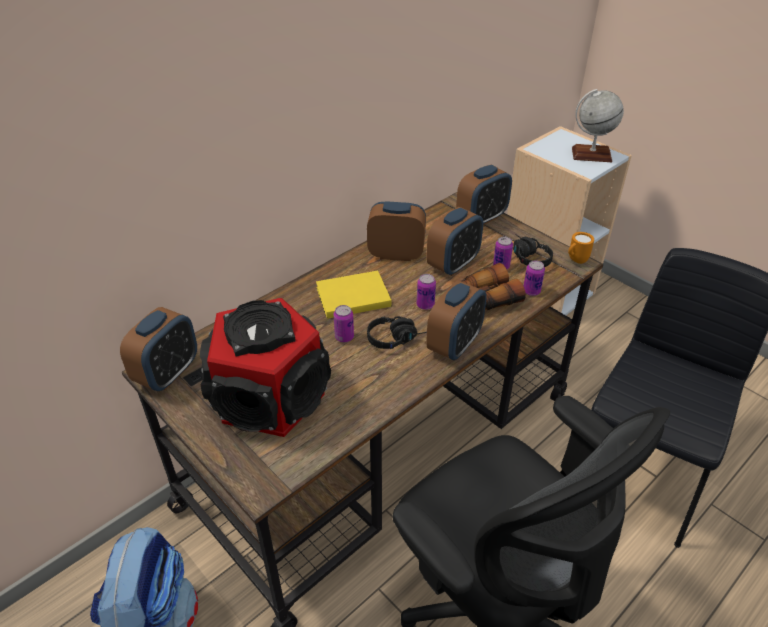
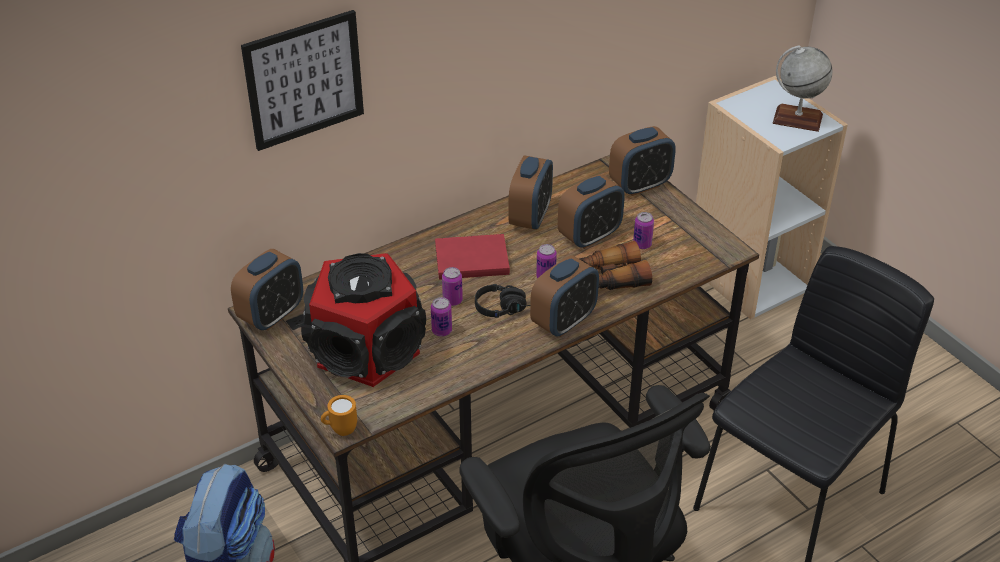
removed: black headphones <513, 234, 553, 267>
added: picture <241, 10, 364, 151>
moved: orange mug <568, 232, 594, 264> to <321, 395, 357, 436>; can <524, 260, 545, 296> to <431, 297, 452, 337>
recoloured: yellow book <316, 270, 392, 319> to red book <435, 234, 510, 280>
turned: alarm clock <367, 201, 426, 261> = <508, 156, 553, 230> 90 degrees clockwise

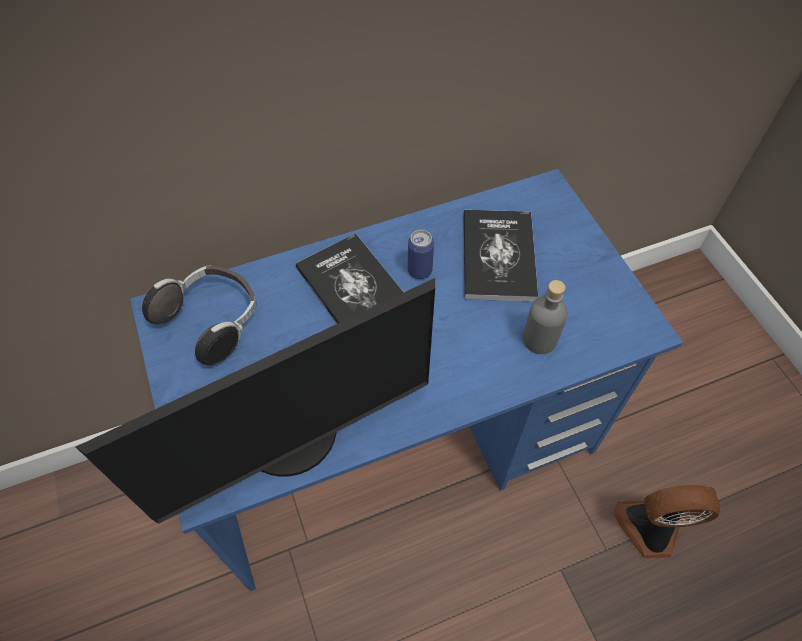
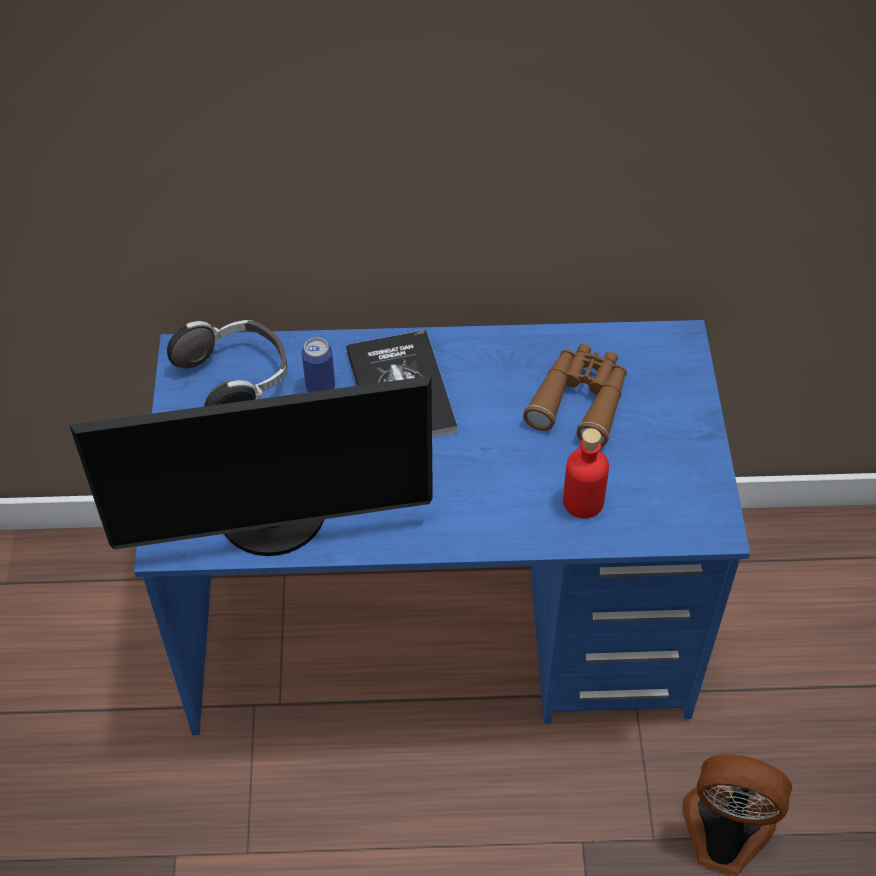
moved: can <408, 230, 434, 279> to <302, 338, 335, 392>
replaced: book <464, 210, 538, 302> to brown binoculars <523, 344, 627, 447>
recoloured: grey bottle <523, 280, 568, 354> to red bottle <563, 428, 609, 519>

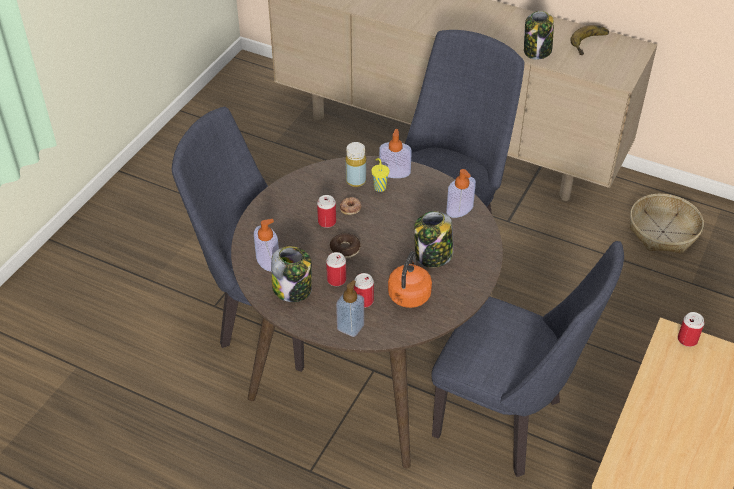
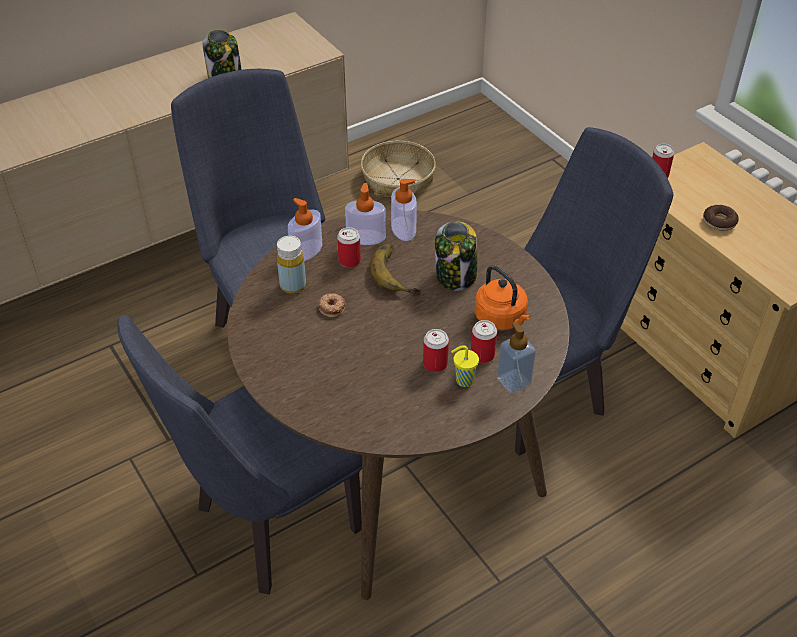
removed: jar <271, 246, 312, 302>
moved: banana <570, 25, 609, 55> to <370, 244, 421, 296>; yellow cup <371, 158, 389, 192> to <451, 345, 479, 387>; can <317, 195, 336, 228> to <337, 227, 361, 268>; soap dispenser <254, 219, 279, 272> to <345, 183, 386, 245>; donut <330, 233, 361, 258> to <703, 205, 739, 231>

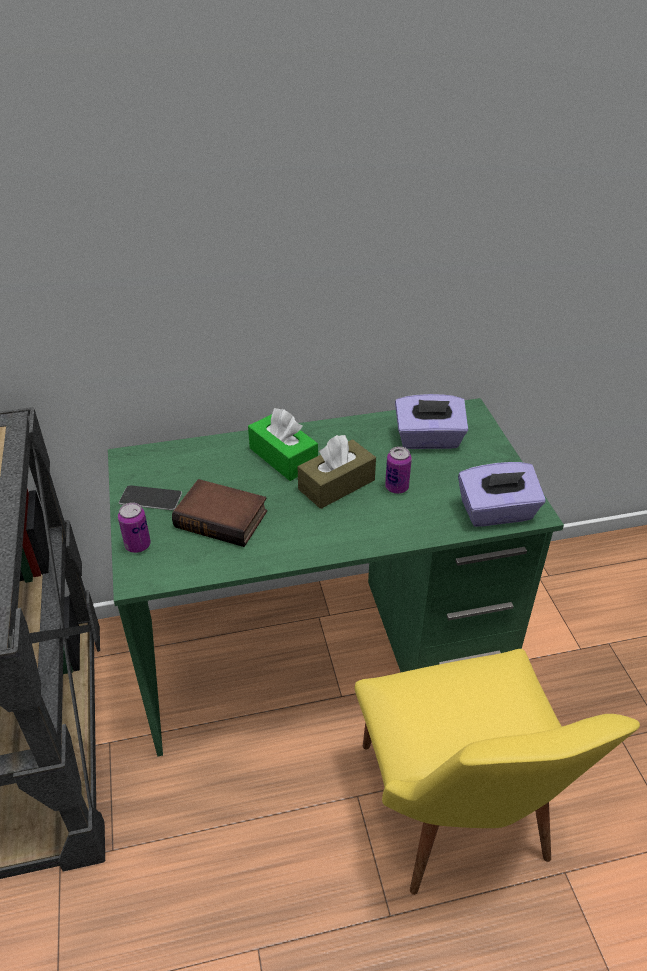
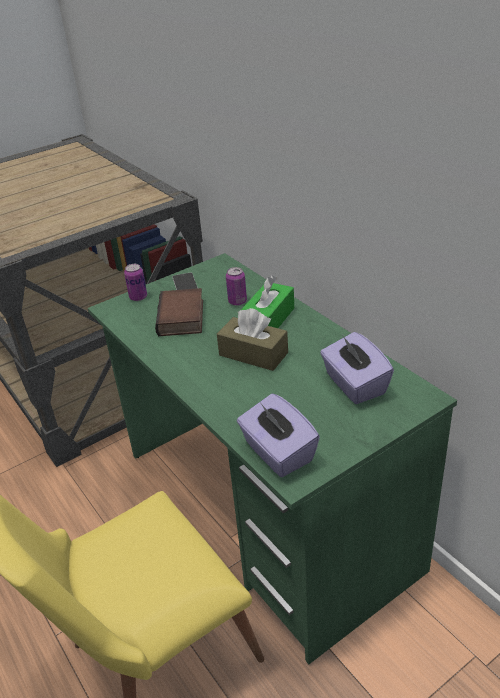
moved: can <385, 446, 412, 494> to <226, 267, 247, 306>

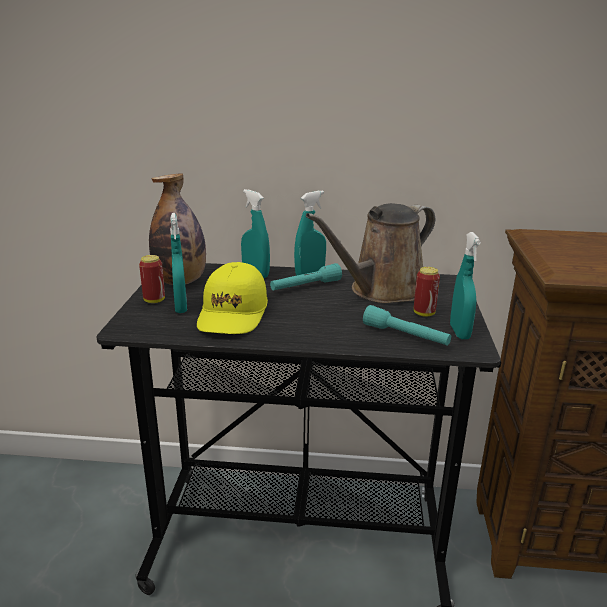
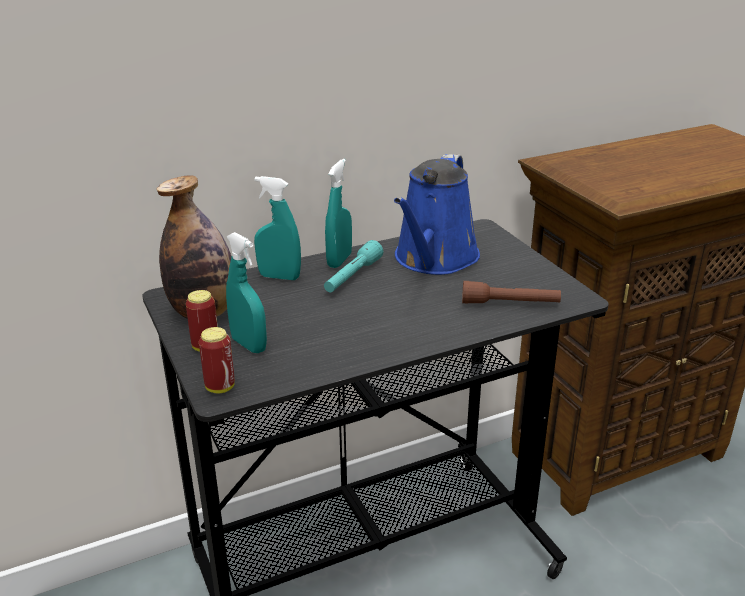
removed: turquoise spray bottle <450, 232, 481, 339>; yellow cap <197, 262, 268, 334>
moved: can <414, 267, 440, 317> to <199, 327, 235, 393>
recoloured: brown watering can <306, 203, 435, 303> to blue watering can <394, 154, 480, 275>; turquoise flashlight <363, 305, 451, 346> to brown flashlight <462, 281, 561, 303>

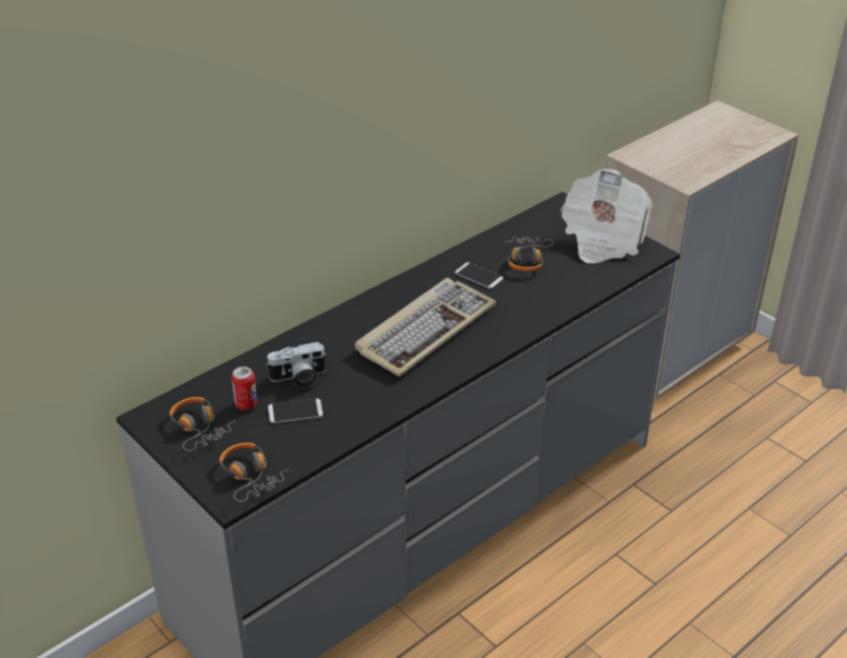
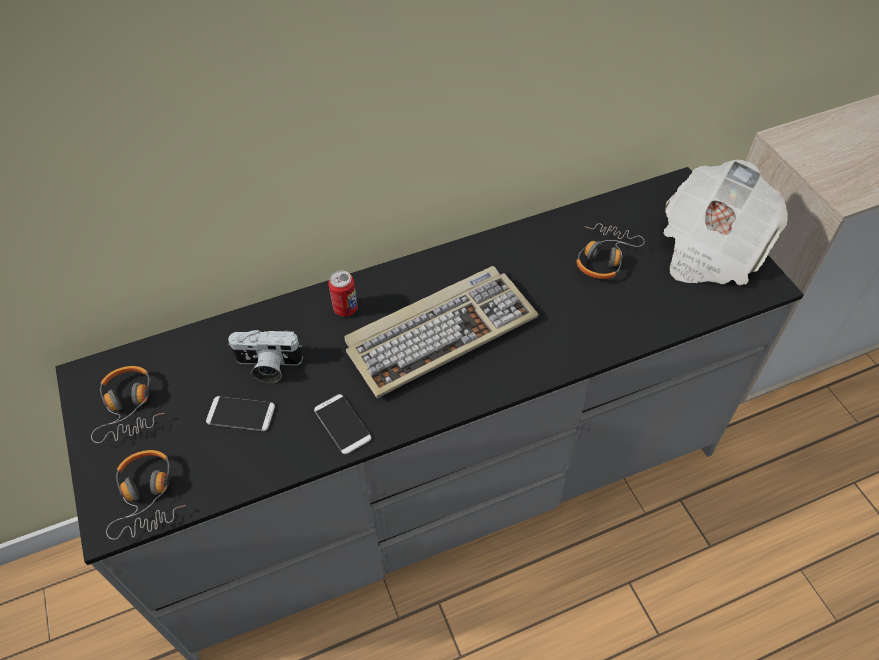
moved: phone <455, 262, 503, 289> to <314, 394, 371, 454>; can <231, 366, 257, 410> to <328, 271, 358, 316>

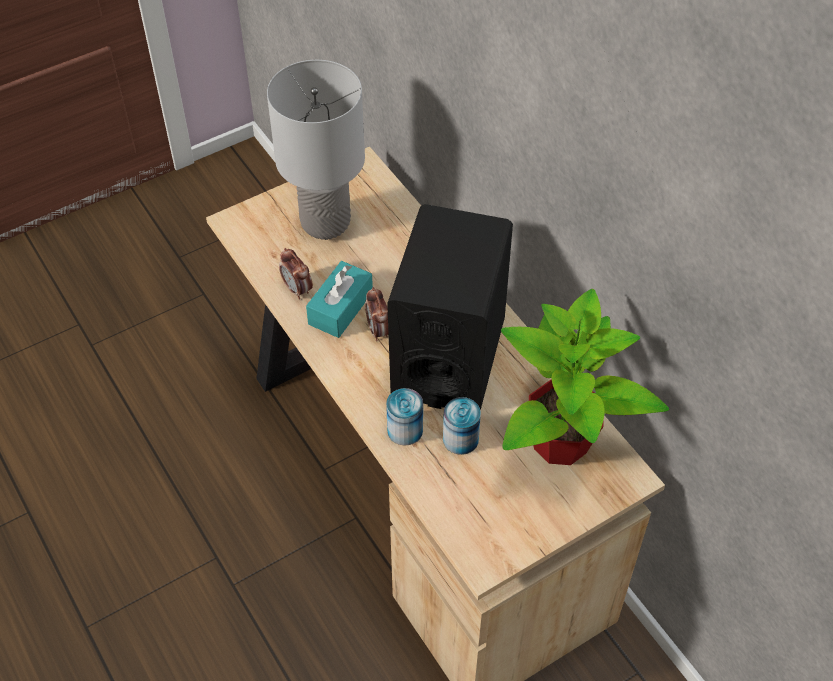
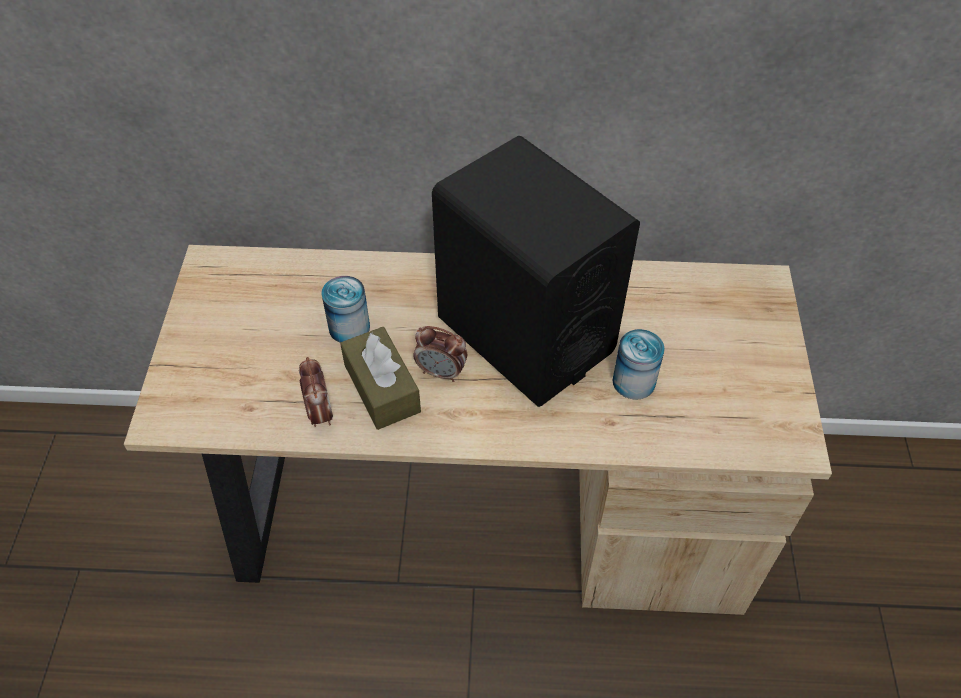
removed: grey table lamp <267, 60, 365, 240>; potted plant <501, 289, 669, 465>
moved: can <386, 388, 423, 446> to <321, 276, 370, 343>
recoloured: turquoise tissue box <306, 261, 373, 338> to brown tissue box <340, 327, 421, 430>
turned: alarm clock <279, 248, 313, 300> = <299, 357, 333, 427> 105 degrees counterclockwise

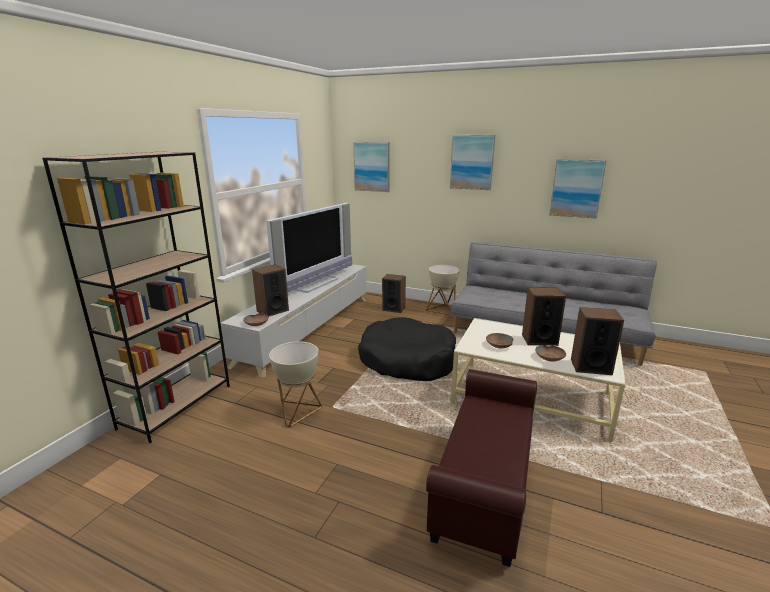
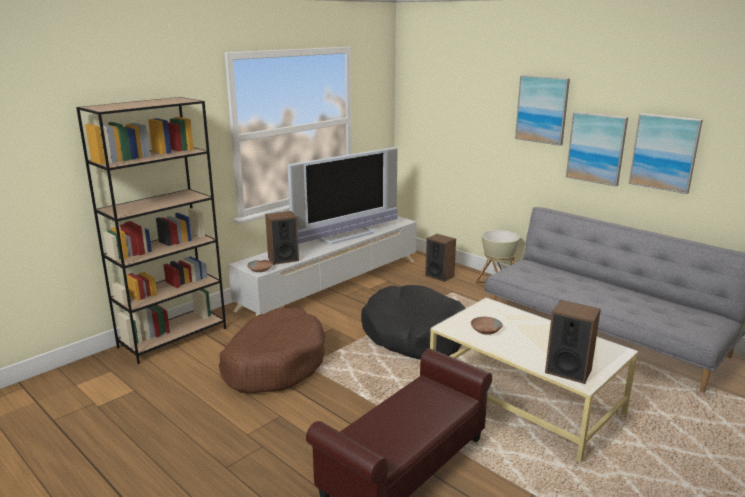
removed: speaker <522, 287, 566, 346>; brown bowl <535, 345, 566, 361>
moved: picture <353, 142, 390, 192> to <566, 112, 628, 187>
replaced: planter <269, 341, 322, 427> to brown dog bed <219, 308, 326, 393>

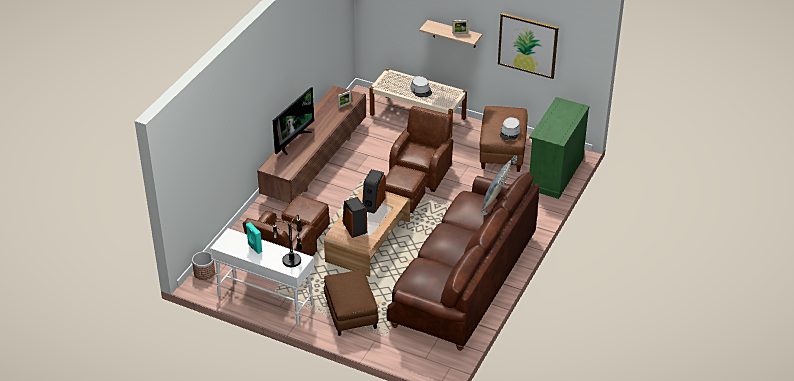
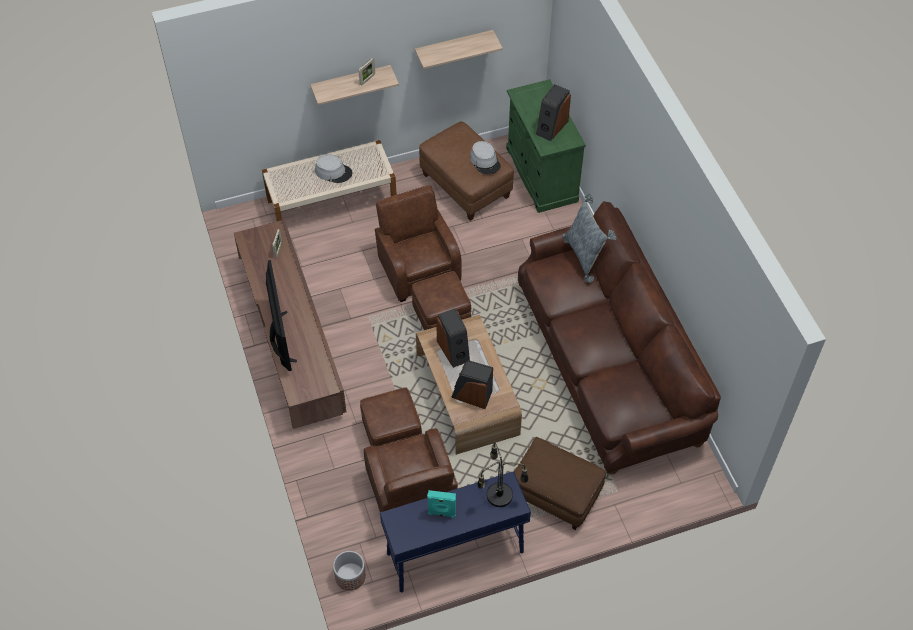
added: speaker <536, 84, 571, 141>
replaced: picture <498, 13, 559, 79> to shelf <415, 30, 503, 69>
recoloured: white console table <210, 228, 314, 325> to blue console table <380, 471, 531, 592>

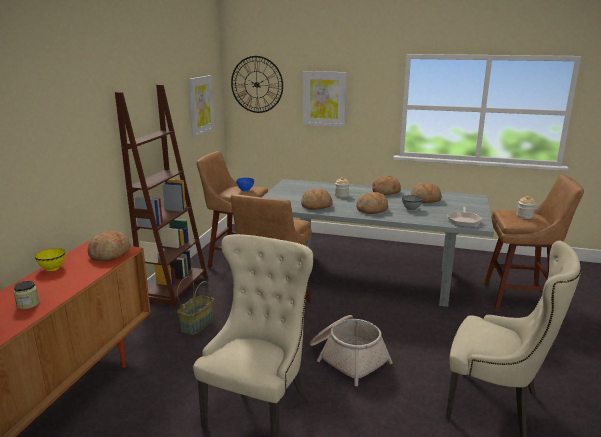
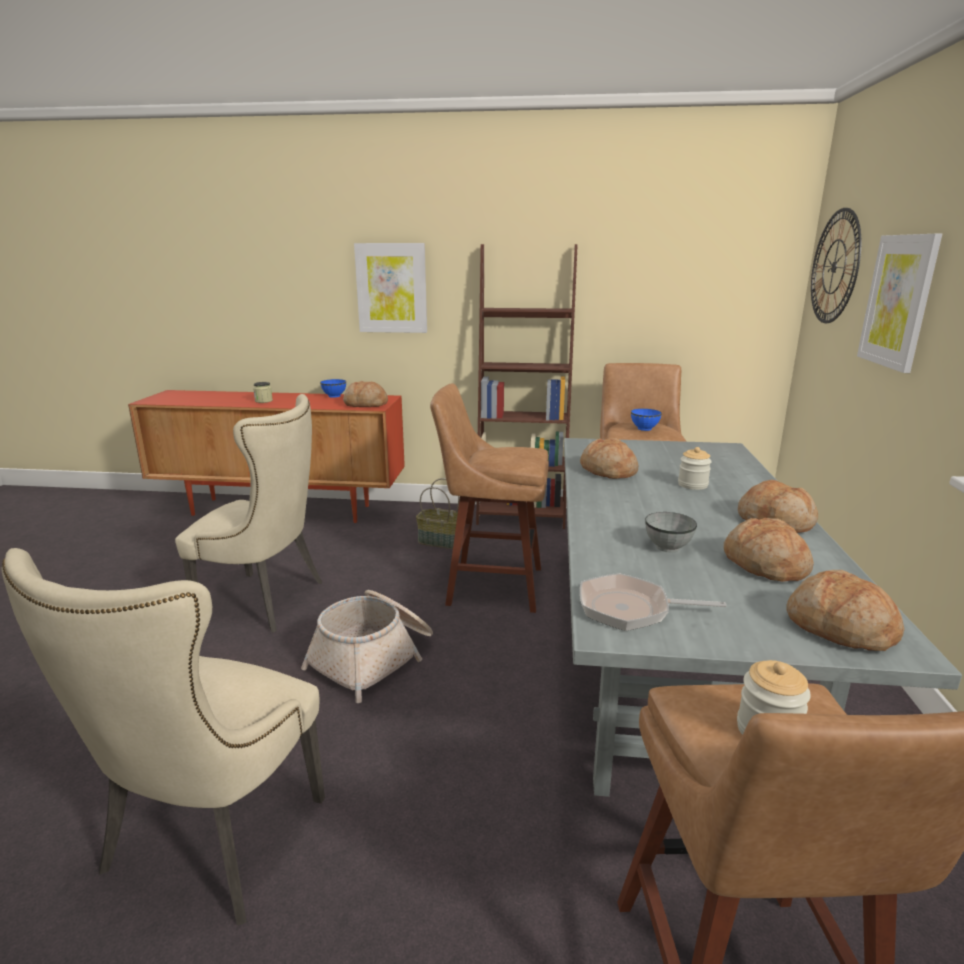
moved: picture <188, 75, 215, 137> to <354, 243, 427, 333>; bread <356, 192, 388, 214> to <786, 570, 904, 651>
recoloured: yellow bowl <35, 248, 66, 271> to blue bowl <320, 379, 346, 398>

